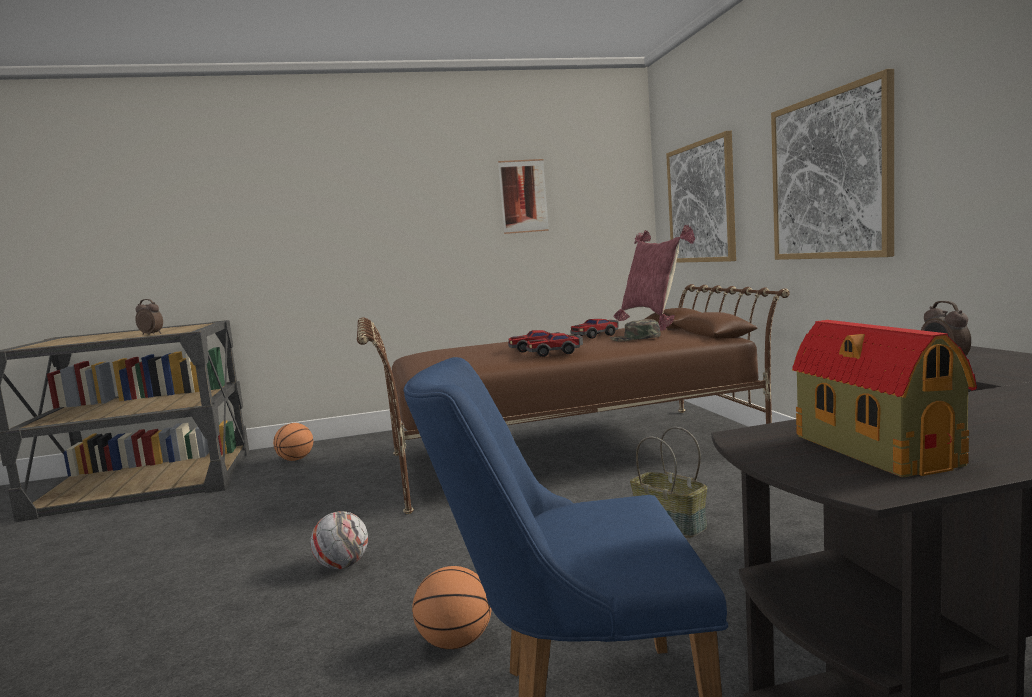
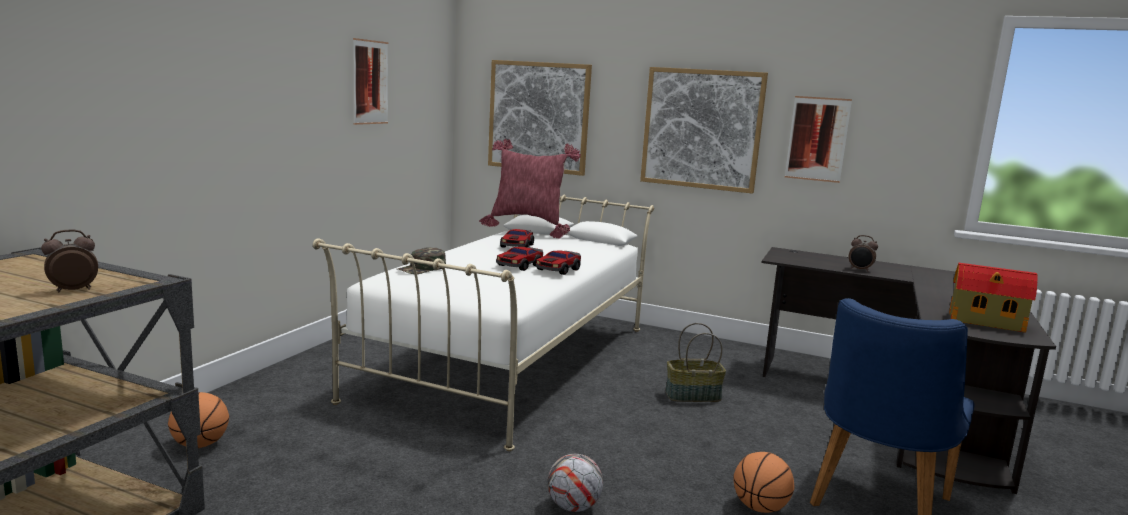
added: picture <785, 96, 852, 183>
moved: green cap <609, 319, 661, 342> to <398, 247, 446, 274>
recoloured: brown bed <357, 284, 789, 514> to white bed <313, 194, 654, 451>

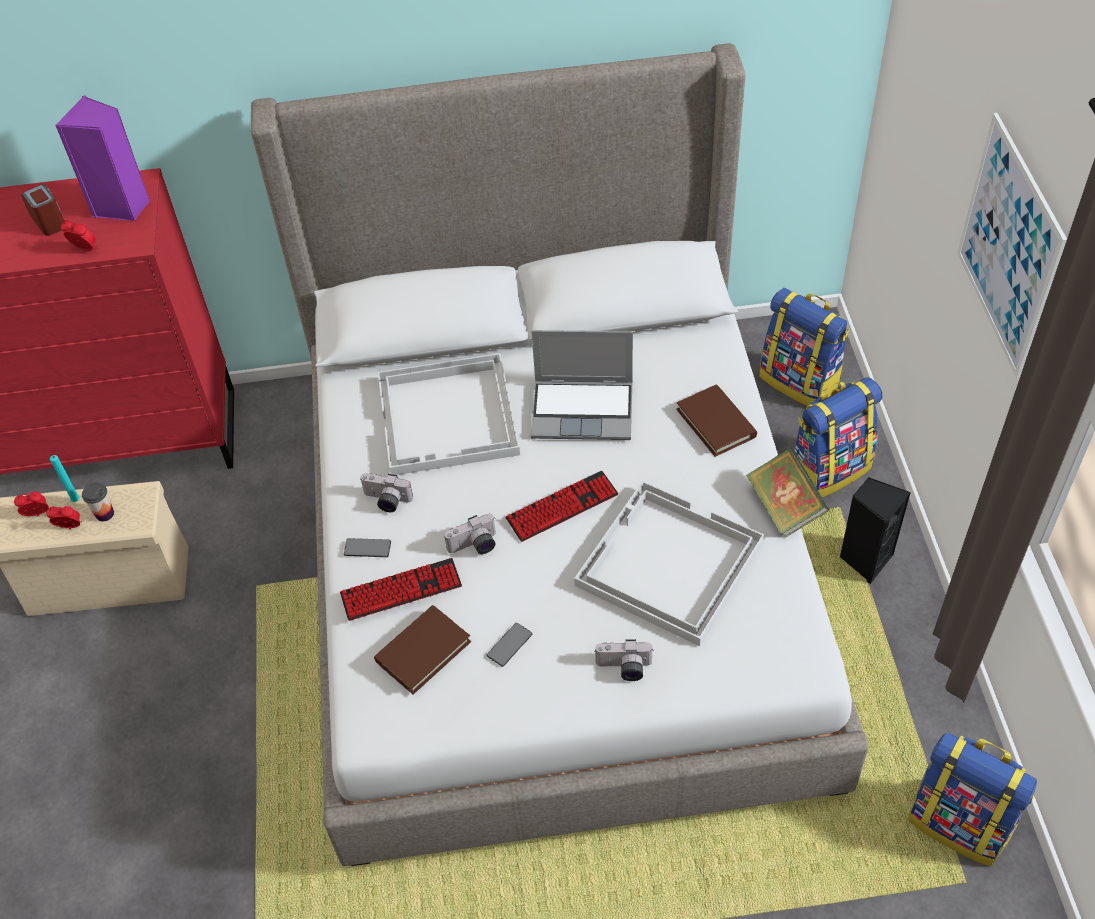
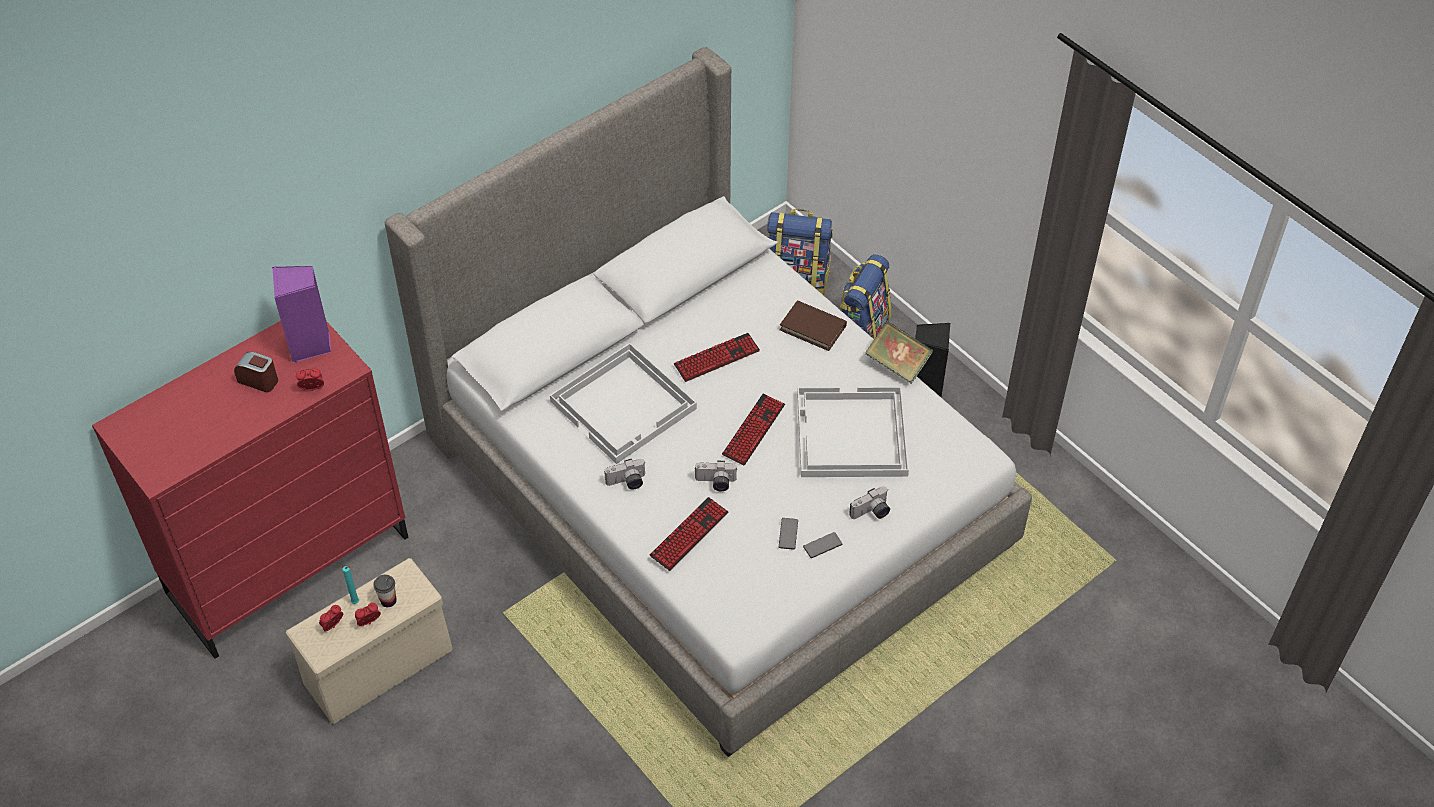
removed: picture <957, 113, 1067, 378>; brown book <374, 605, 471, 694>; backpack <908, 732, 1037, 867>
moved: phone <344, 538, 391, 557> to <803, 532, 842, 558>
replaced: laptop <531, 330, 633, 440> to keyboard <674, 333, 760, 382>
turned: photo camera <444, 514, 496, 554> = <694, 461, 737, 491> 60 degrees clockwise

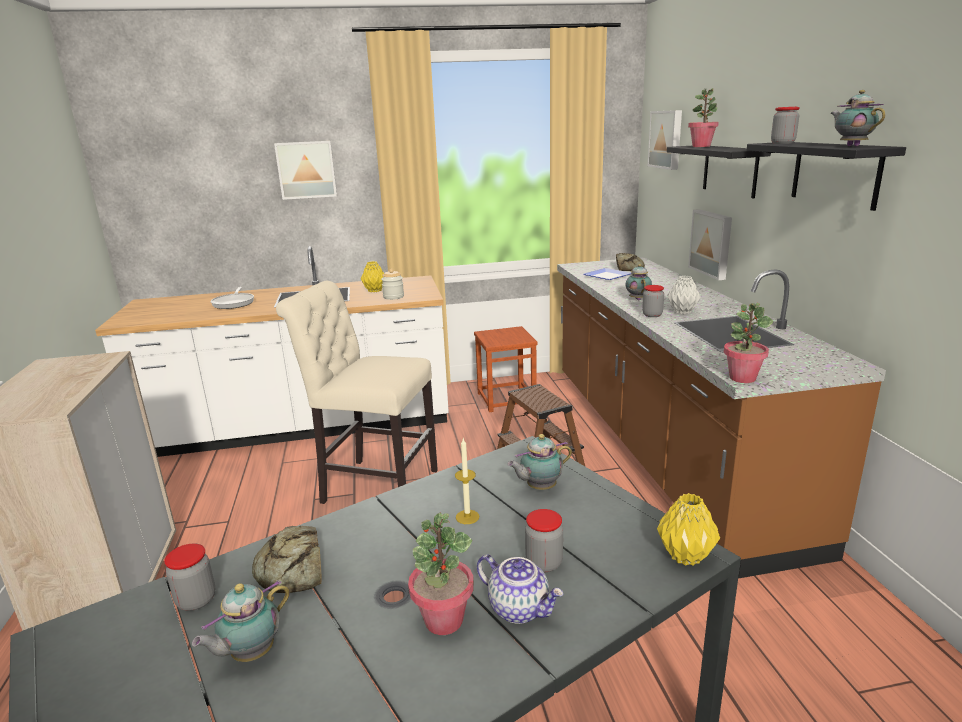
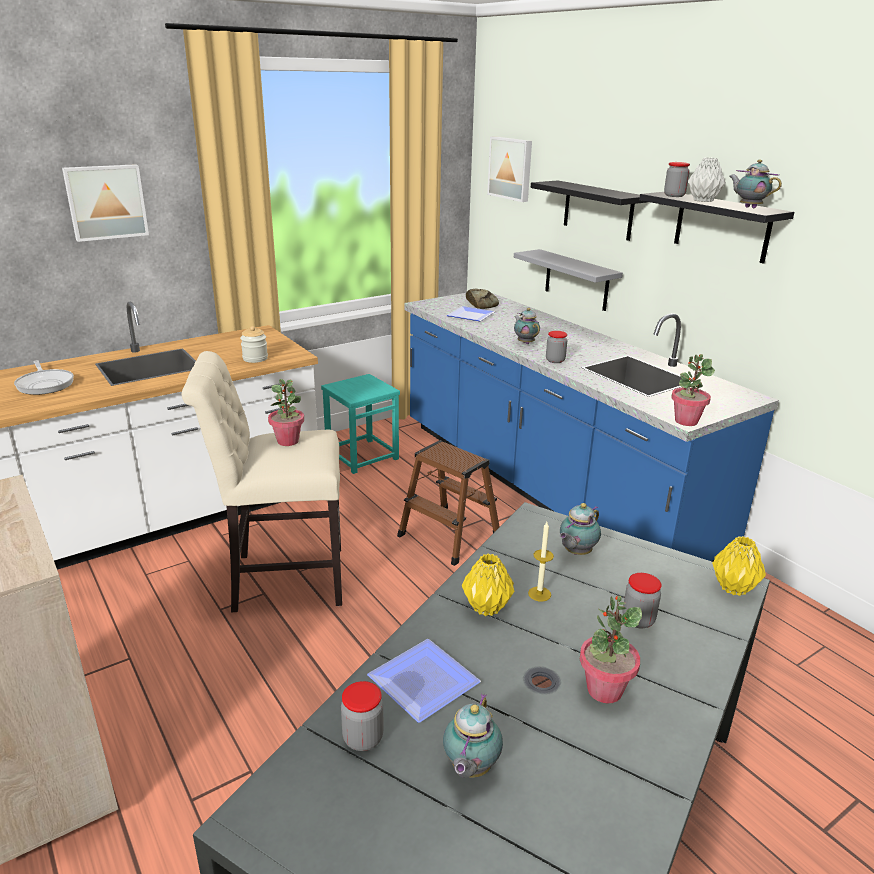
removed: teapot <477, 554, 564, 624>
moved: potted plant <688, 88, 719, 147> to <268, 379, 304, 446>; yellow vase <361, 261, 384, 292> to <462, 553, 514, 616>; grey vase <667, 276, 701, 314> to <688, 157, 726, 202>
replaced: picture <688, 209, 732, 280> to grey shelf <514, 249, 623, 311>; bread <252, 526, 322, 593> to plate <367, 639, 481, 723>
recoloured: brown counter <557, 257, 886, 578> to blue counter <404, 293, 779, 562>; brown stool <474, 326, 537, 412> to turquoise stool <321, 374, 400, 474>

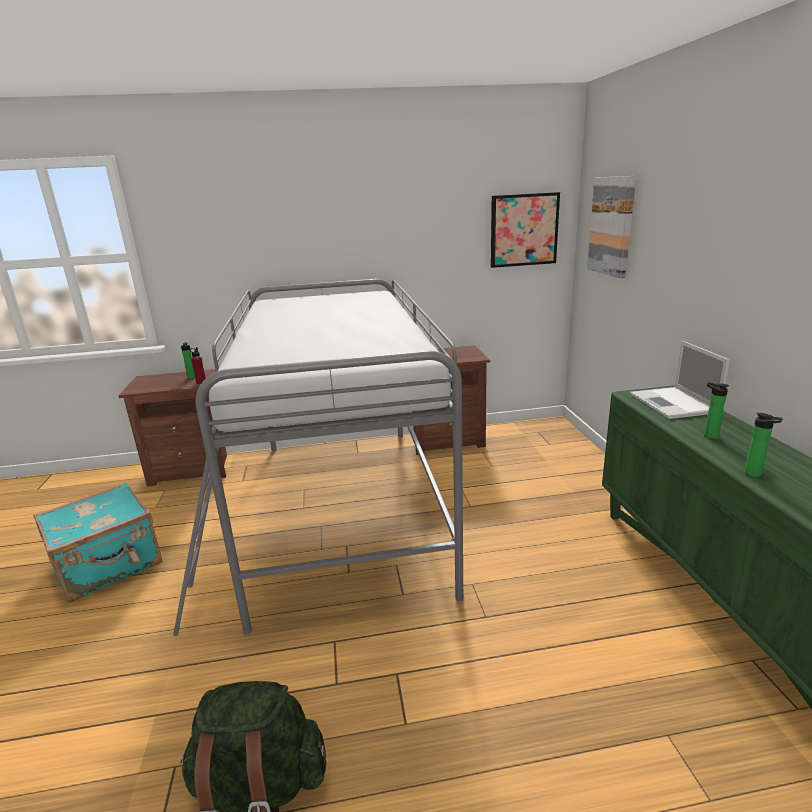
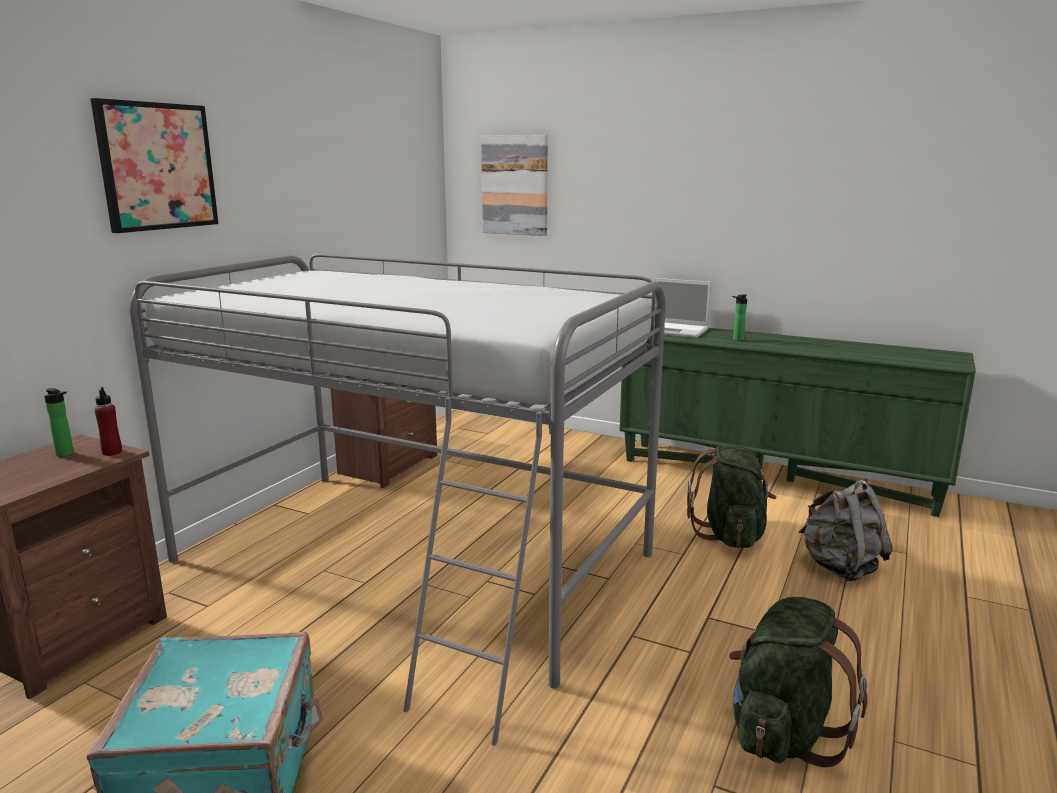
removed: bottle <744, 413, 783, 477>
added: green backpack <687, 444, 776, 548>; grey backpack <799, 480, 893, 581>
moved: picture <491, 192, 560, 268> to <90, 98, 219, 233>

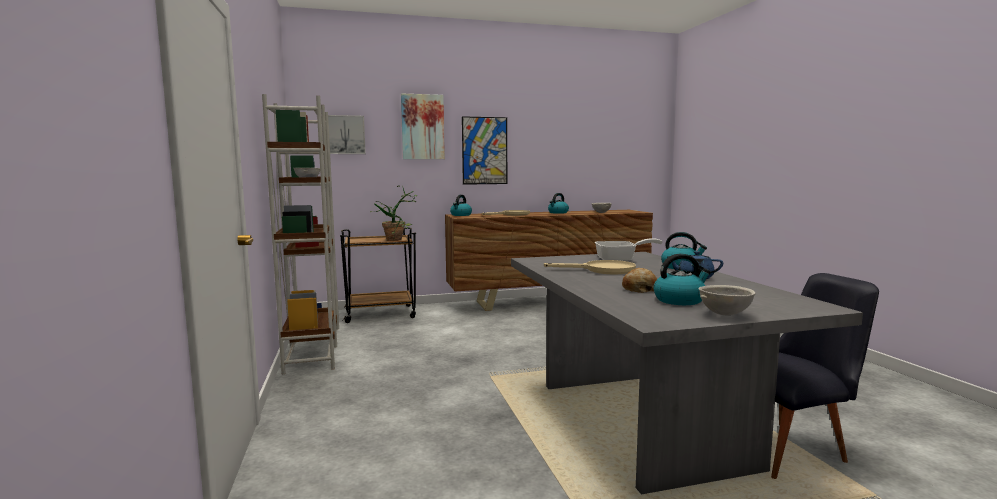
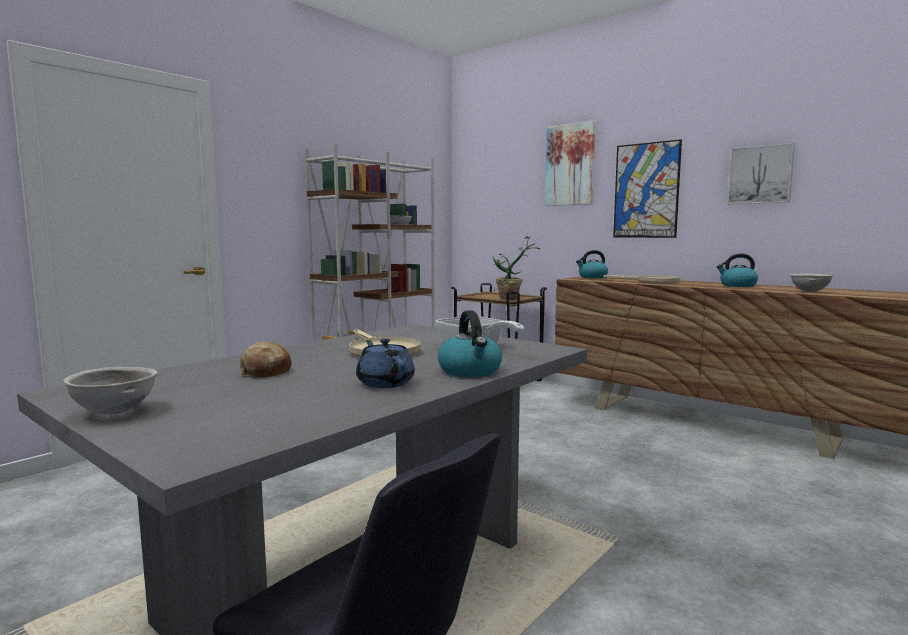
removed: kettle <653, 254, 711, 305>
moved: picture <328, 115, 366, 154> to <727, 143, 795, 204>

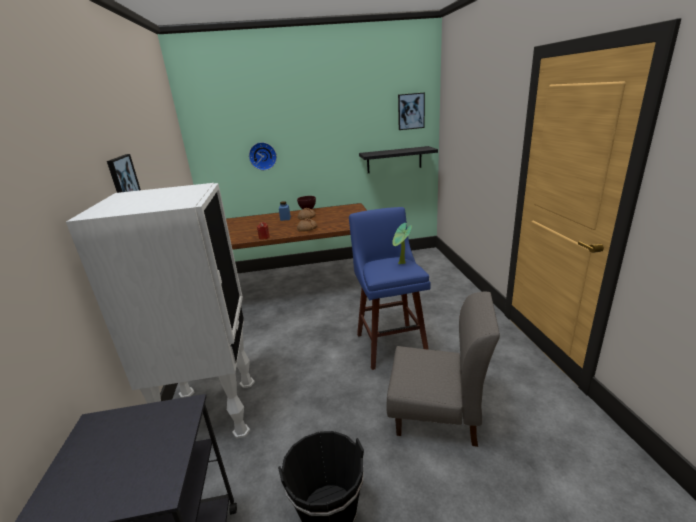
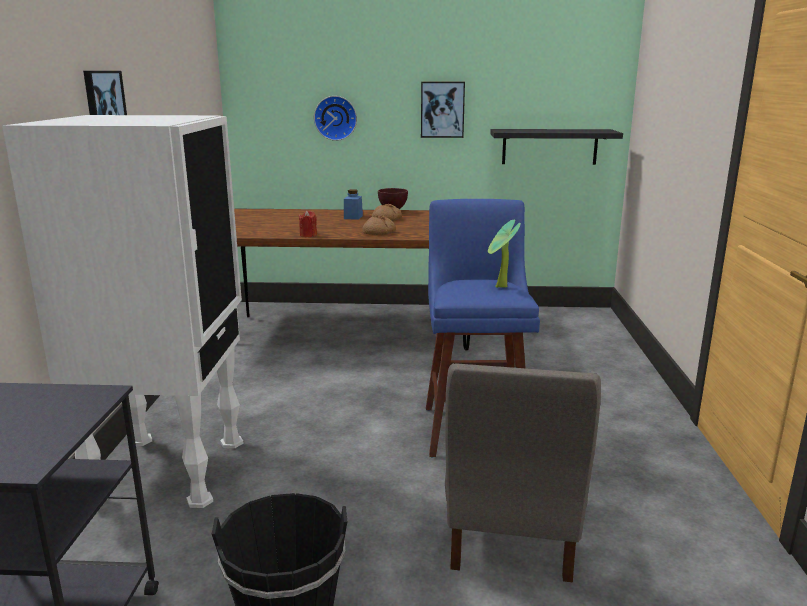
moved: picture <398, 92, 425, 130> to <421, 82, 465, 138>
turned: grey chair <387, 291, 500, 447> = <445, 363, 601, 582> 75 degrees clockwise

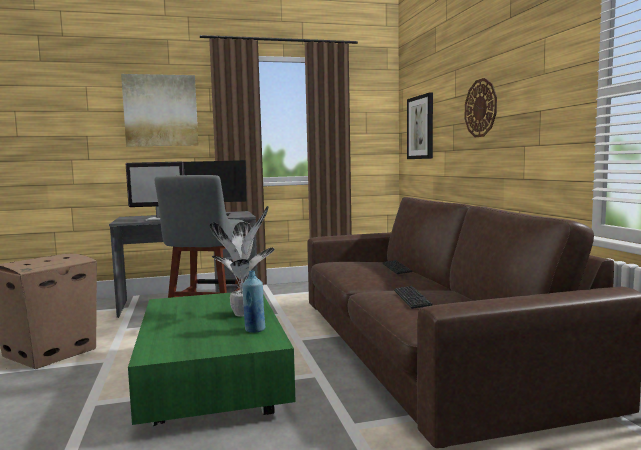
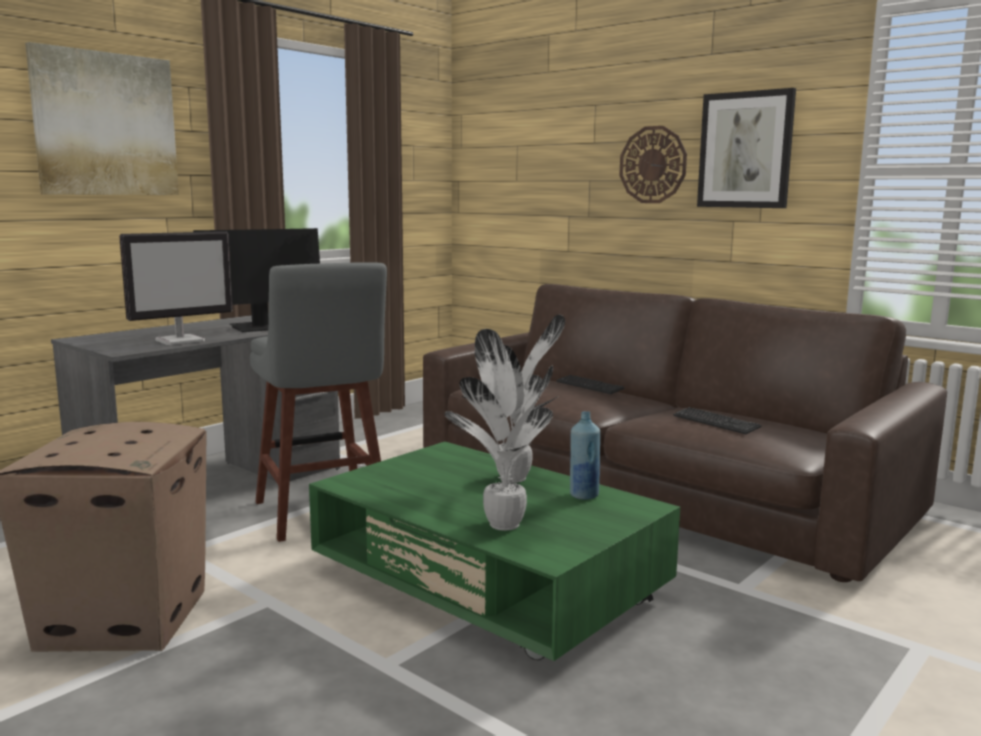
added: potted plant <445, 329, 553, 531>
moved: picture <407, 92, 433, 159> to <697, 88, 796, 208>

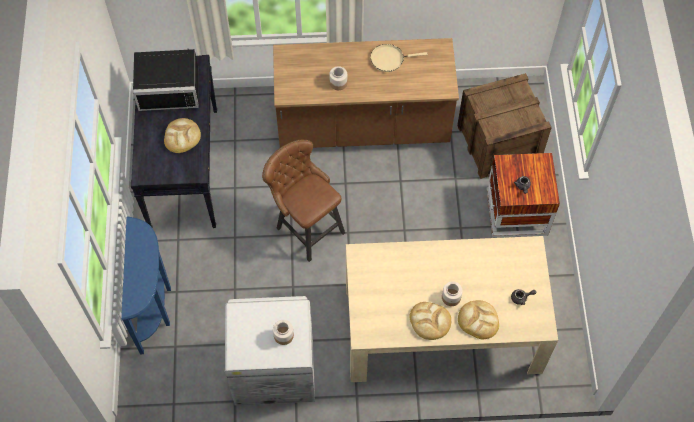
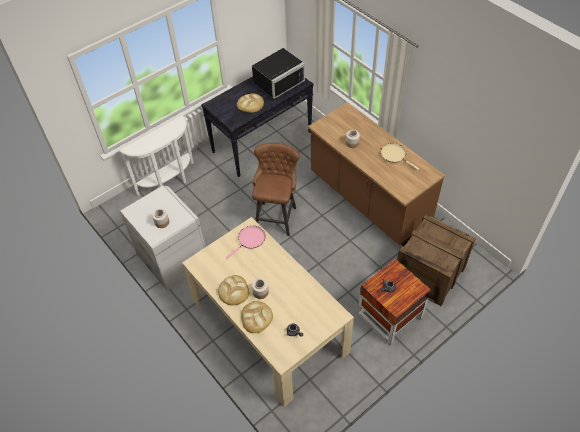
added: pink frying pan <226, 226, 266, 259>
recoloured: blue console table <121, 217, 171, 354> to white console table <119, 115, 194, 196>
turned: black microwave <133, 48, 199, 111> = <252, 48, 305, 99> 90 degrees counterclockwise

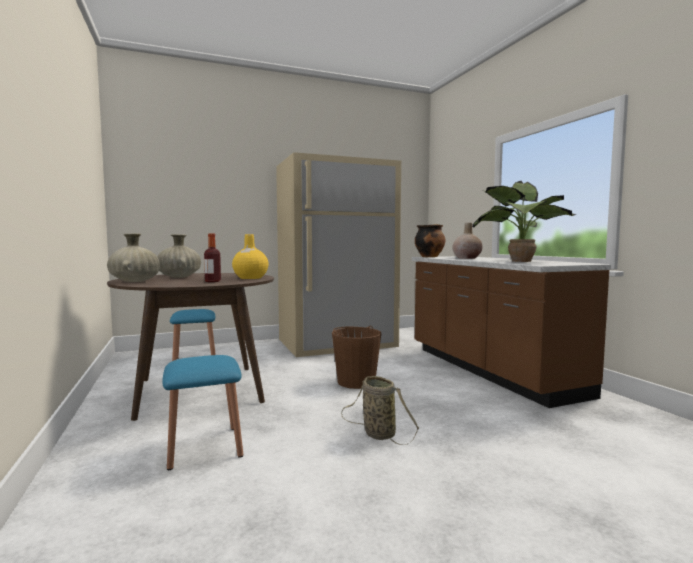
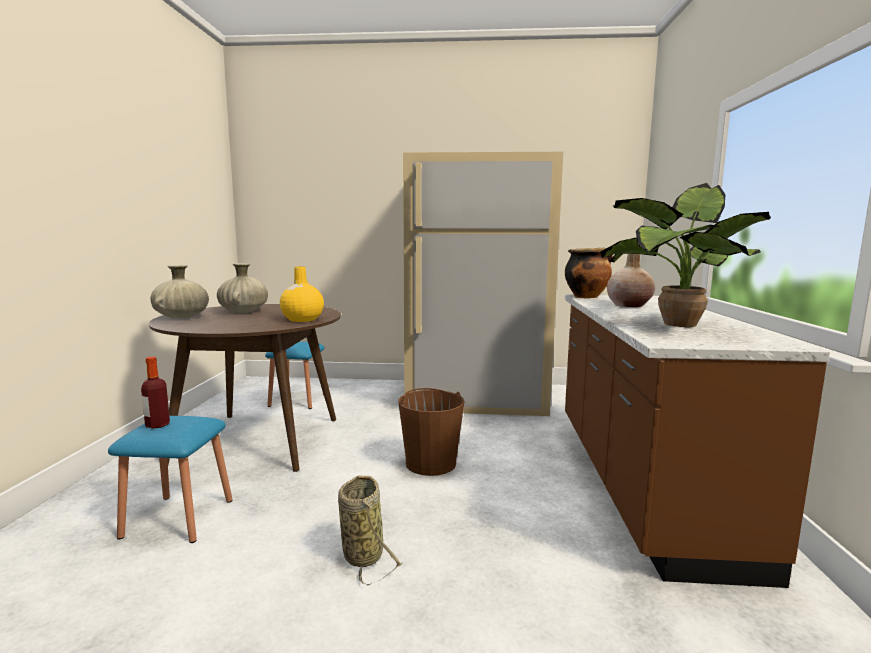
moved: bottle <204, 233, 221, 282> to <141, 357, 170, 429>

